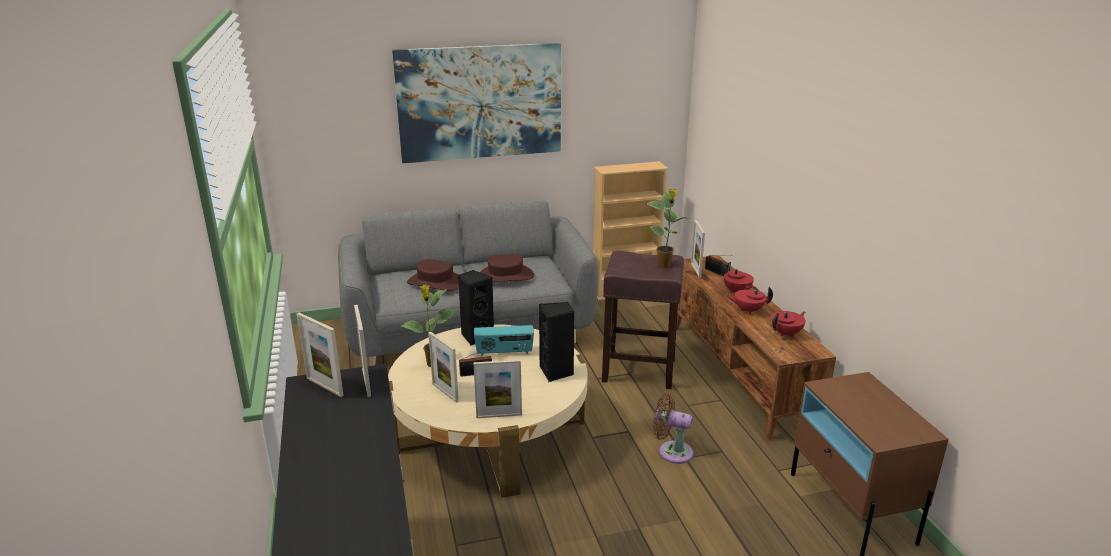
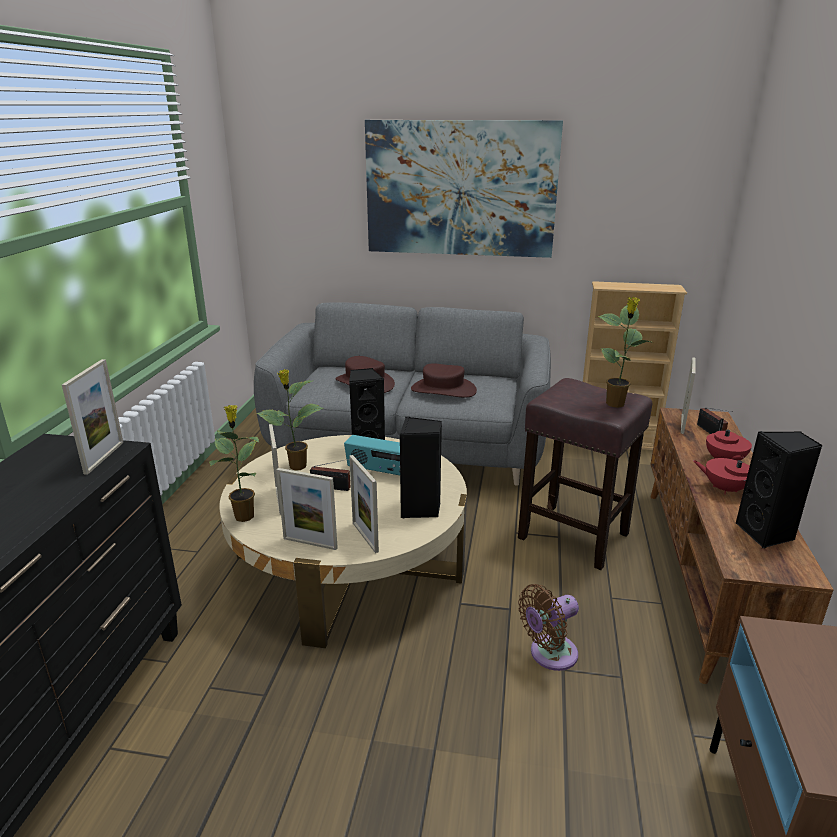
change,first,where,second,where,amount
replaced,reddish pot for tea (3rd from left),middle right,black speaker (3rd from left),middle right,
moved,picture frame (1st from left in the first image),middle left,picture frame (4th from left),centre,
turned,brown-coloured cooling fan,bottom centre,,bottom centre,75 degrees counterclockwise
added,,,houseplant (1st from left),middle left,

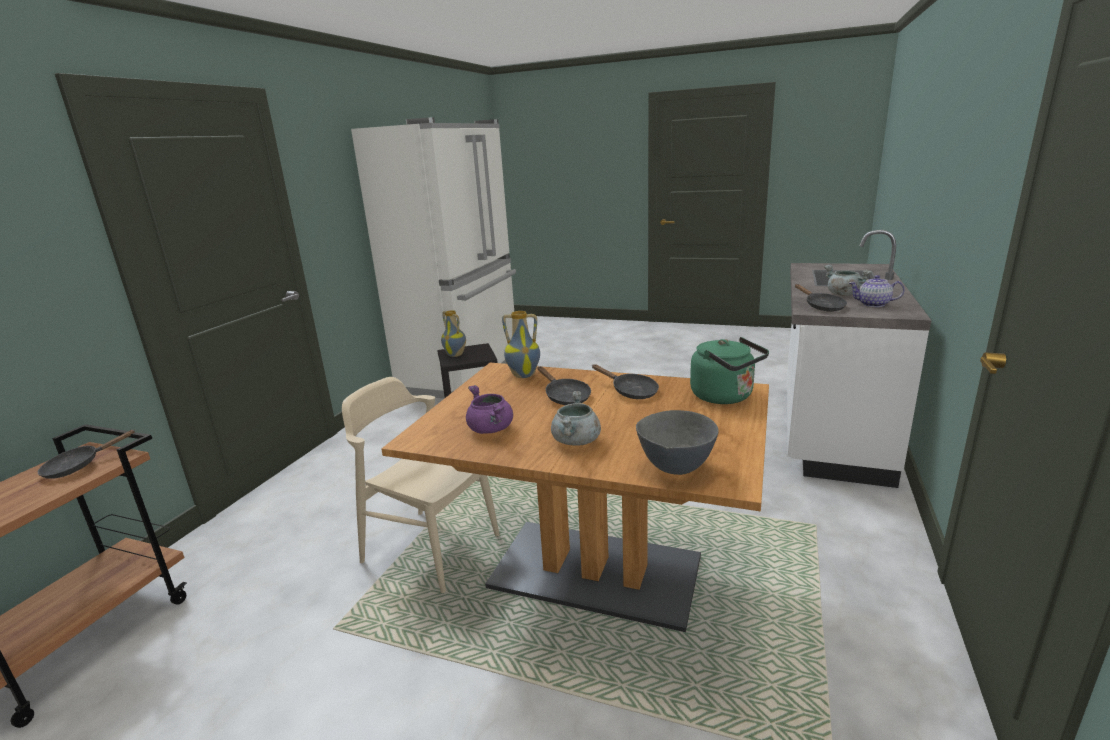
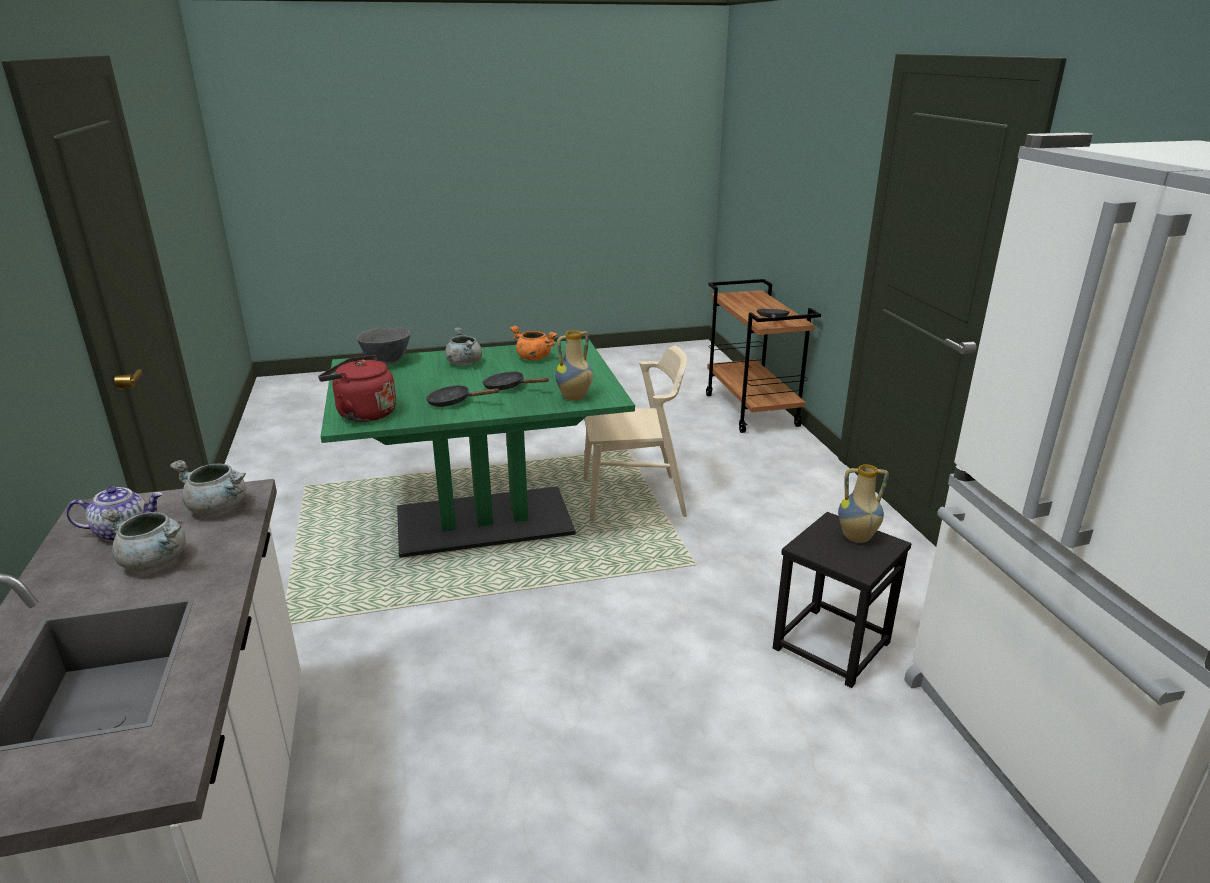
change,first,where,second,where,amount
replaced,black pan (4th from left),middle right,gray saucepot (2nd from left),middle left,
recoloured,green-coloured tea kettle,centre,reddish tea kettle,middle left,
recoloured,brown-coloured dining table,bottom centre,green-coloured dining table,centre,
recoloured,purple-coloured saucepot,centre,orangey saucepot,centre,

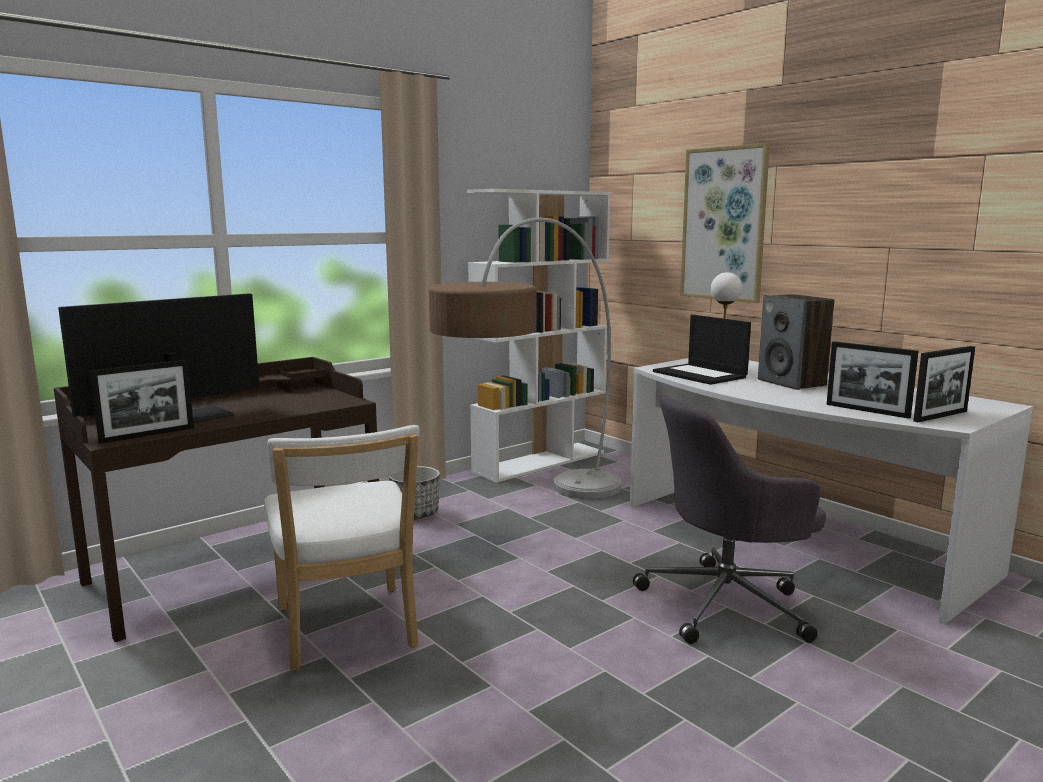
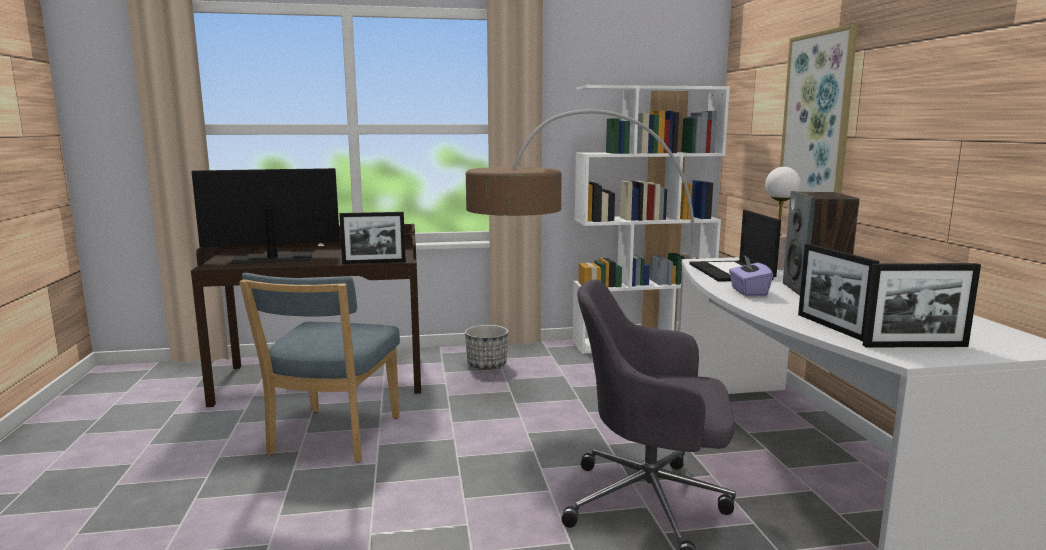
change,first,where,second,where,amount
moved,picture frame (1st from left),middle left,,centre,
recoloured,white plain chair,bottom left,bluish plain chair,bottom left,
added,,,purple-coloured box of tissues,middle right,

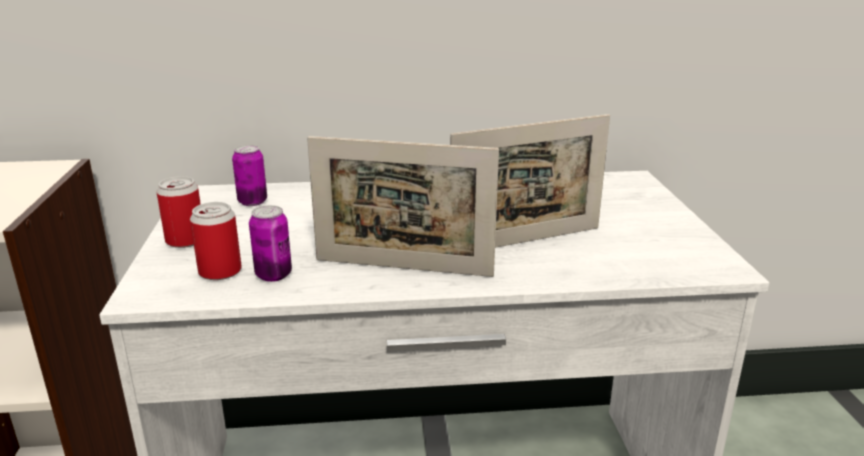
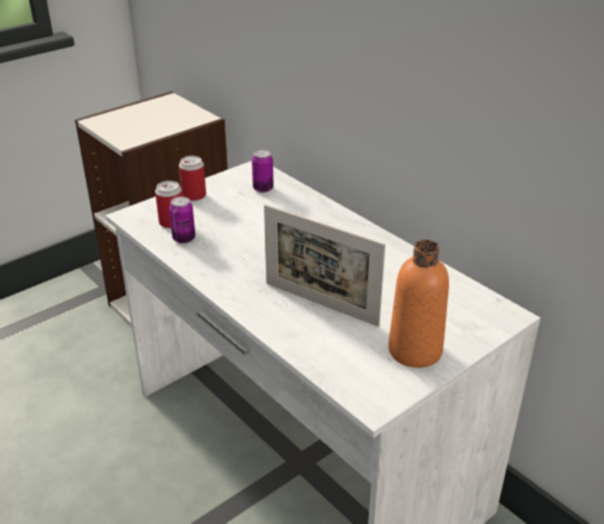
change,first,where,second,where,amount
removed,picture frame (1st from left),centre,,,
added,,,orangey drink bottle,middle right,

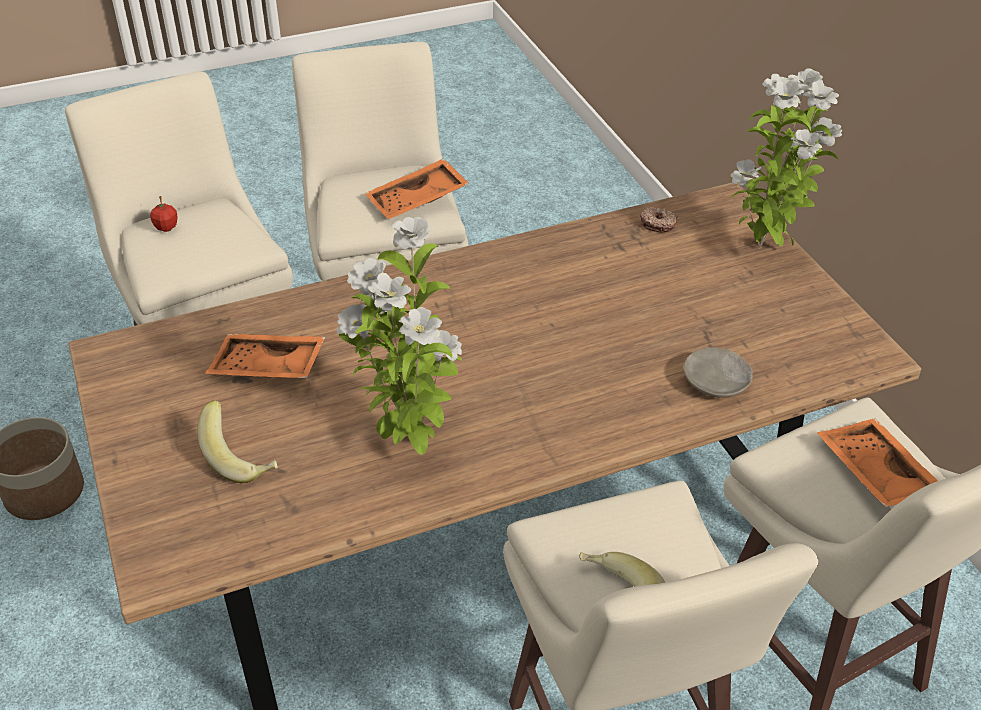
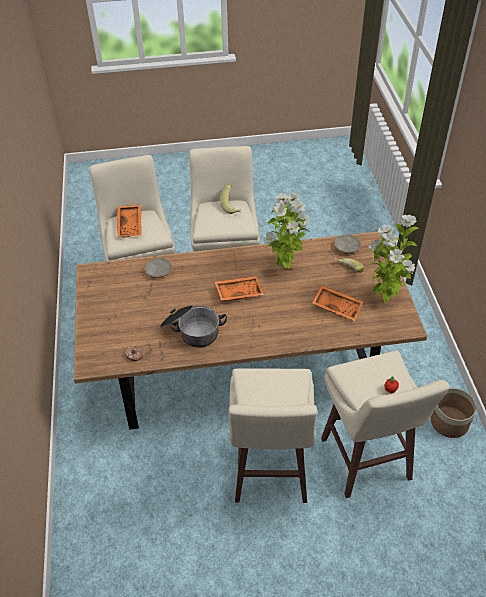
change,first,where,second,where,amount
moved,houseplant (2nd from left),top right,,middle right,
moved,orangey tray (2nd from left),top centre,,centre,
added,,,beige dinner plate (2nd from left),middle right,
added,,,saucepot,centre,

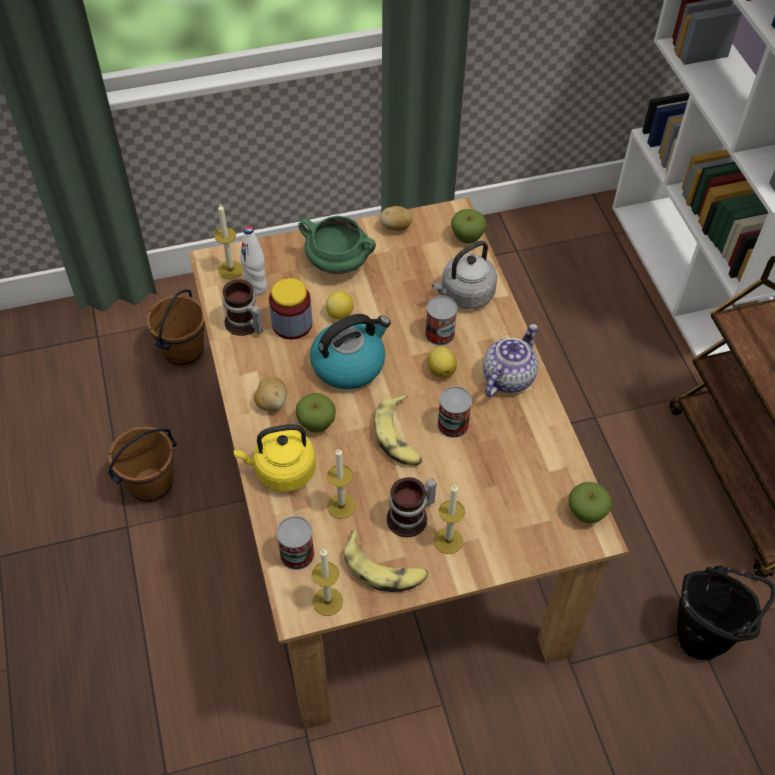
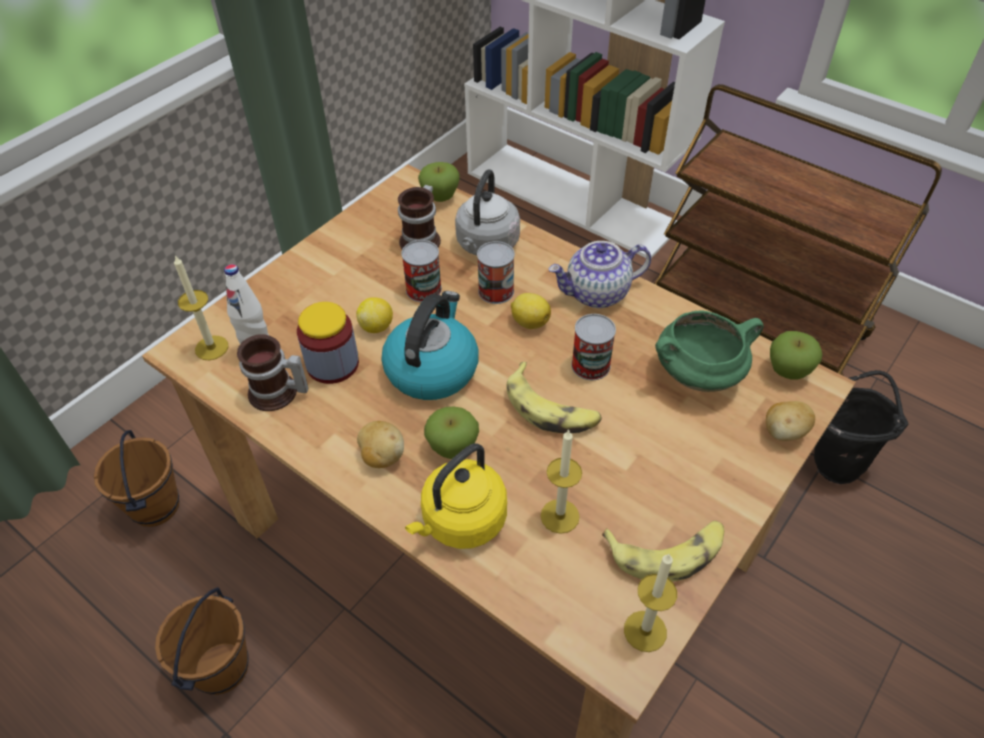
change,first,where,second,where,amount
moved,whole potato (2nd from left),top centre,,middle right,
moved,green-coloured saucepot,top centre,,middle right,
turned,pot for tea,centre,,centre,105 degrees counterclockwise
moved,tea mug (2nd from left),centre,,top centre,
removed,wax candle (4th from left),bottom centre,,,
moved,metal can (1st from left),bottom centre,,centre,

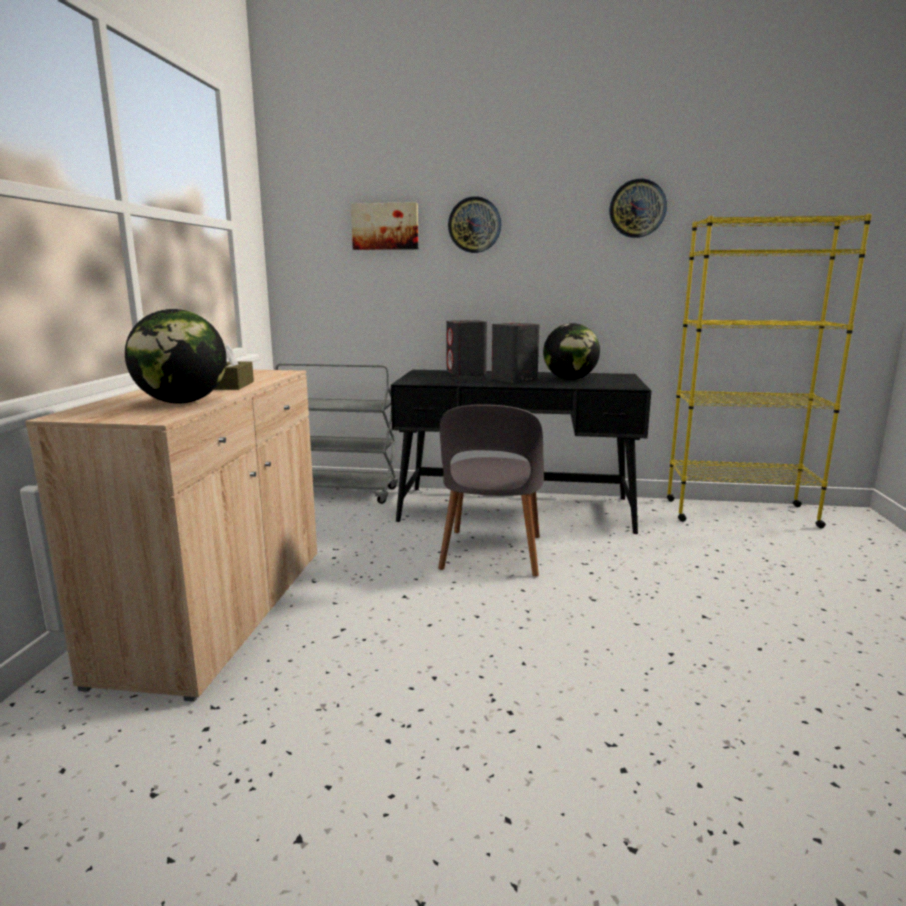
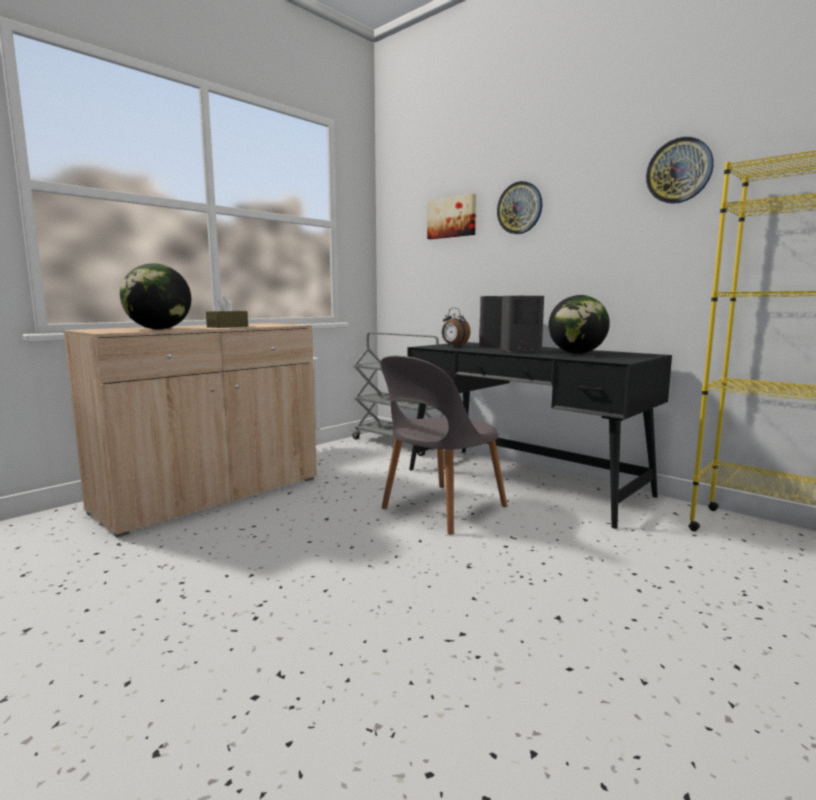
change,first,where,second,where,amount
added,,,alarm clock,centre,

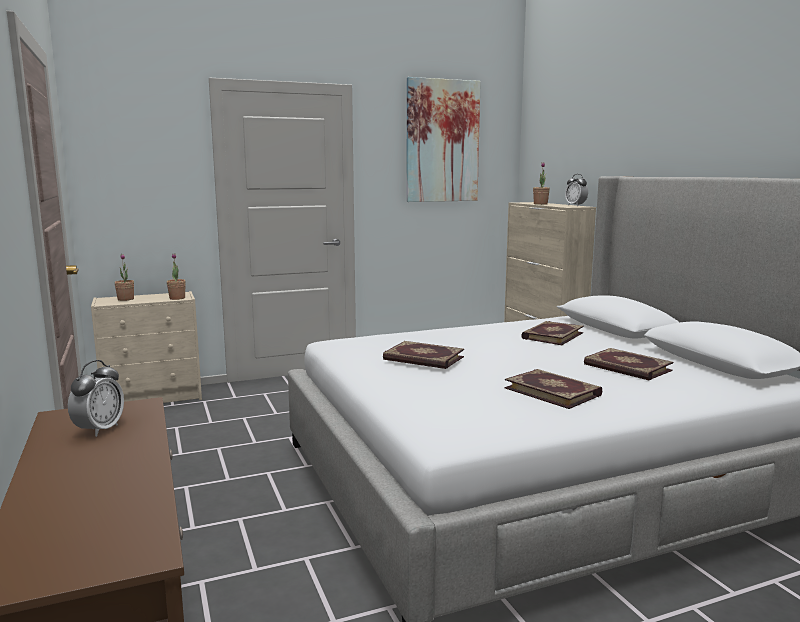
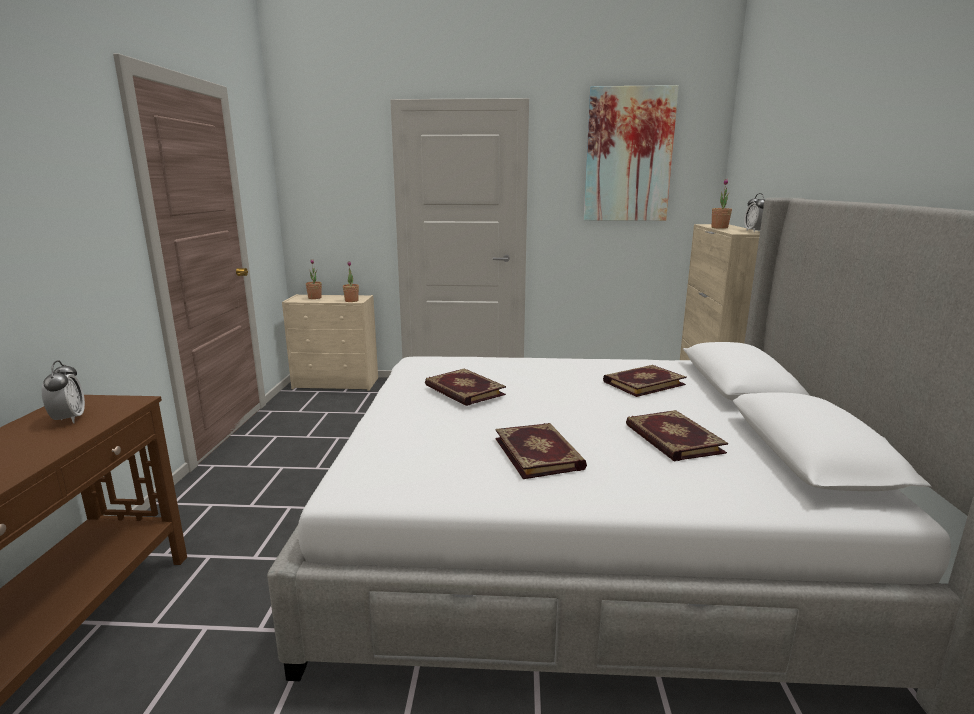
change,first,where,second,where,amount
turned,alarm clock (1st from left),middle left,,middle left,60 degrees counterclockwise

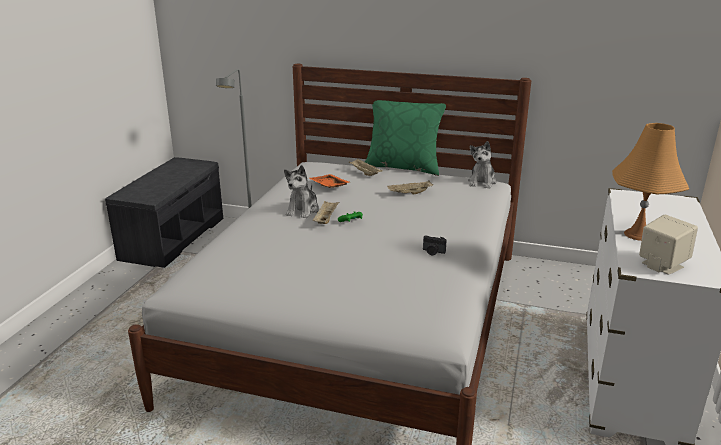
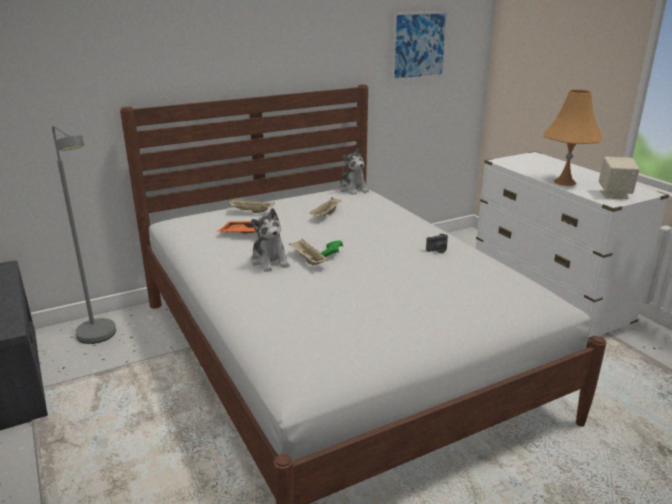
change,first,where,second,where,amount
removed,green-coloured pillow,top centre,,,
added,,,wall art,top centre,

